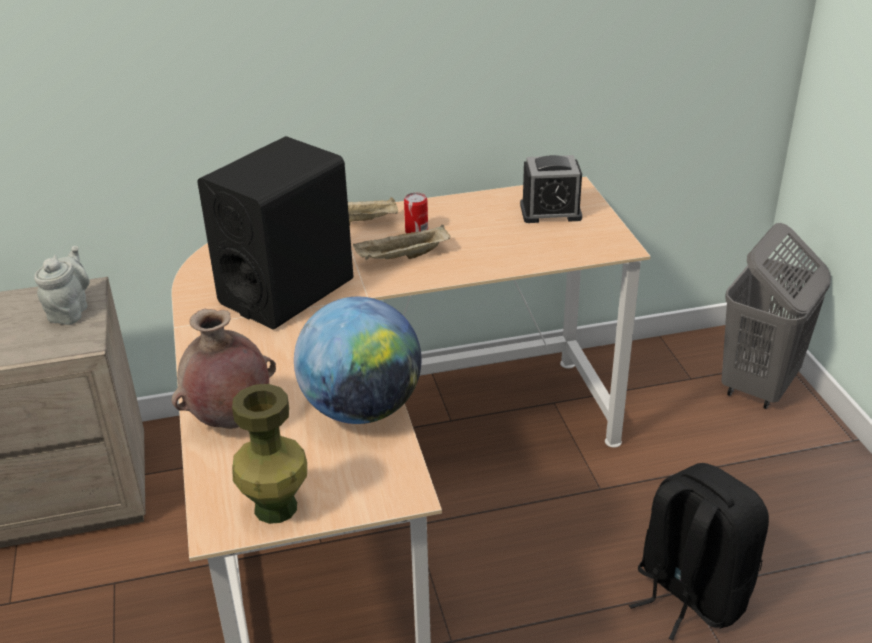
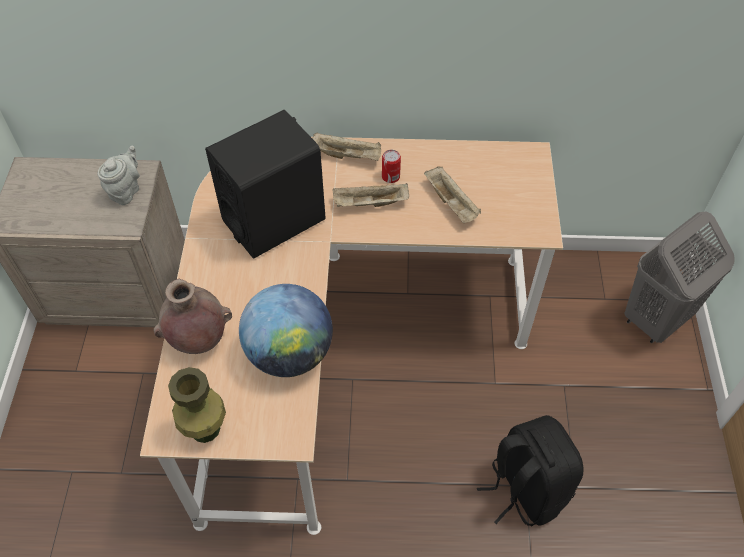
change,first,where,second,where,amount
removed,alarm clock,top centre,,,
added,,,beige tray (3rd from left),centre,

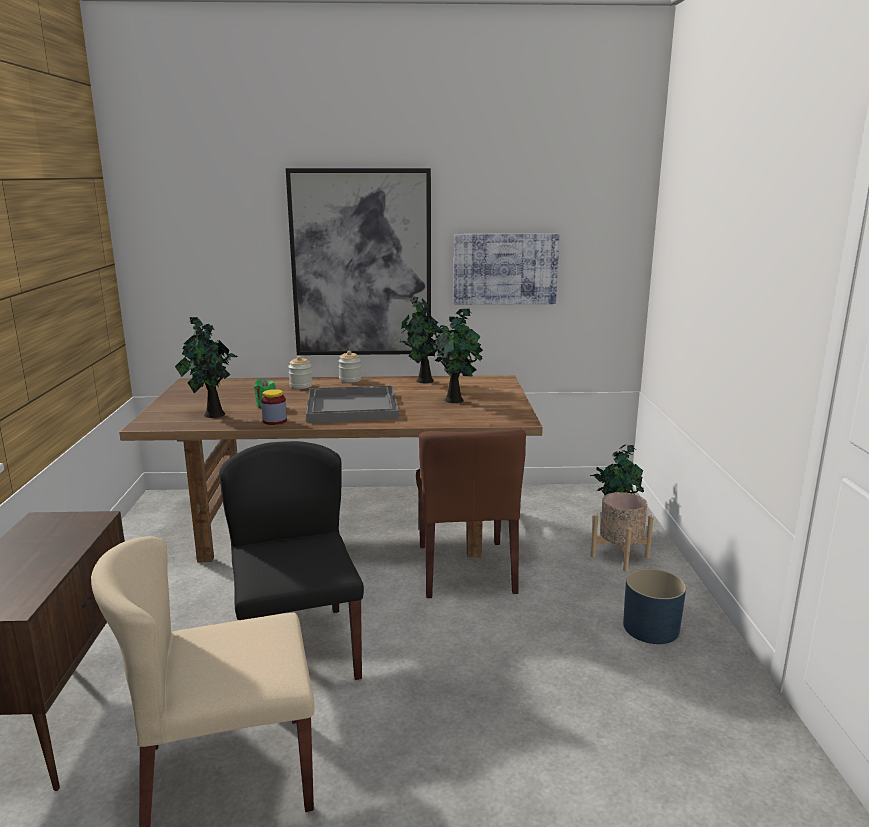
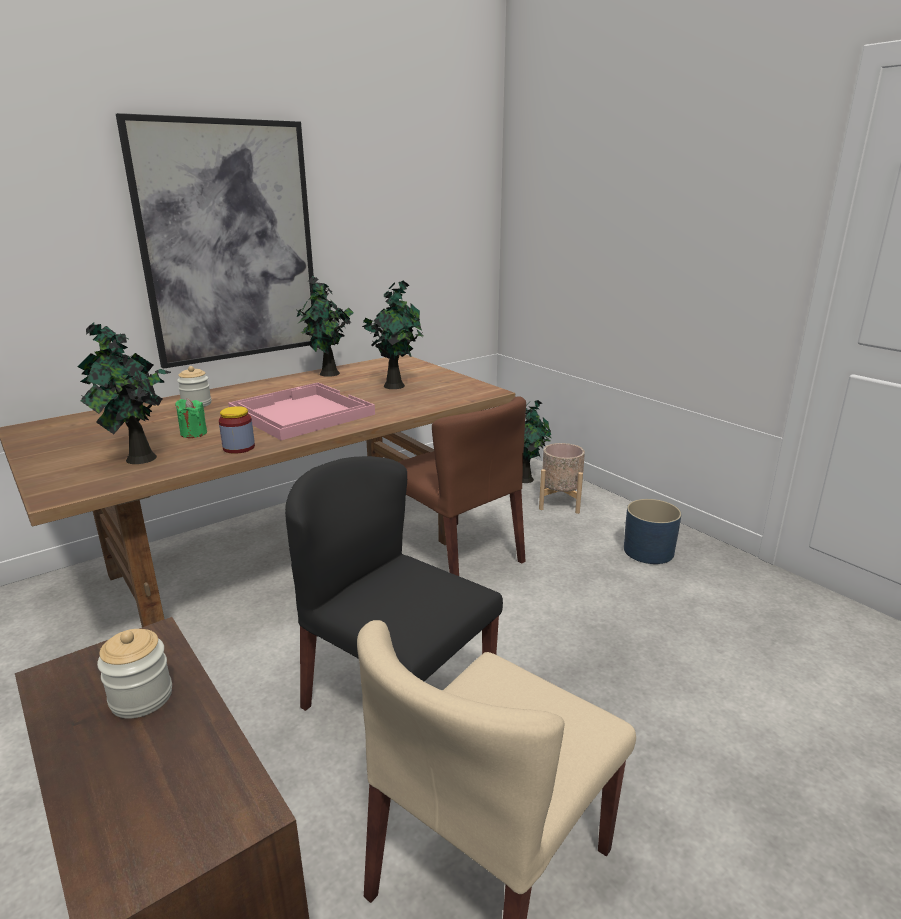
change,first,where,second,where,amount
removed,wall art (2nd from left),top centre,,,
moved,storage jar (3rd from left in the first image),centre,storage jar (1st from left),bottom left,
recoloured,gray tray,centre,pink-coloured tray,centre,

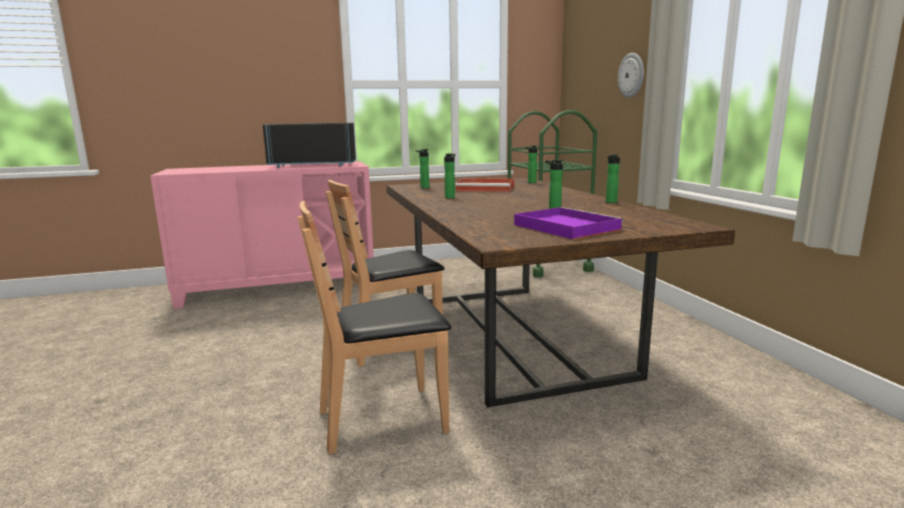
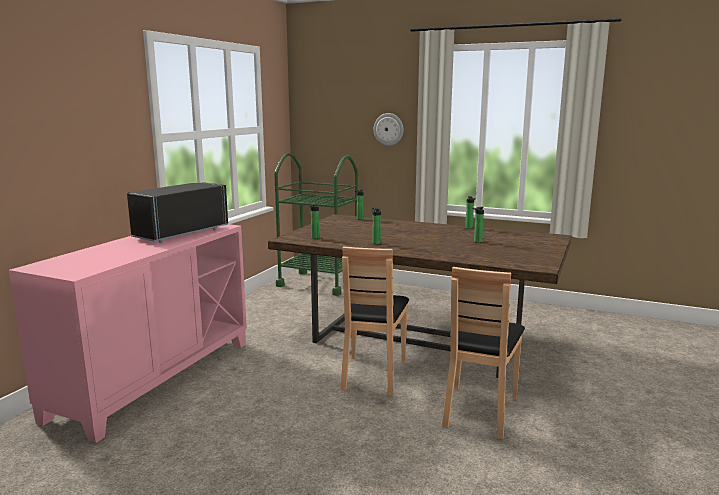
change,first,where,second,where,amount
removed,reddish tray,centre,,,
removed,purple-coloured tray,centre,,,

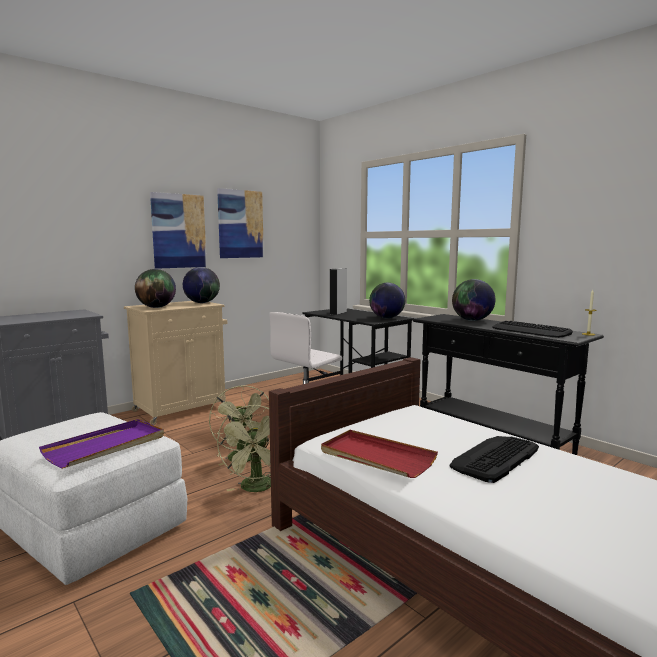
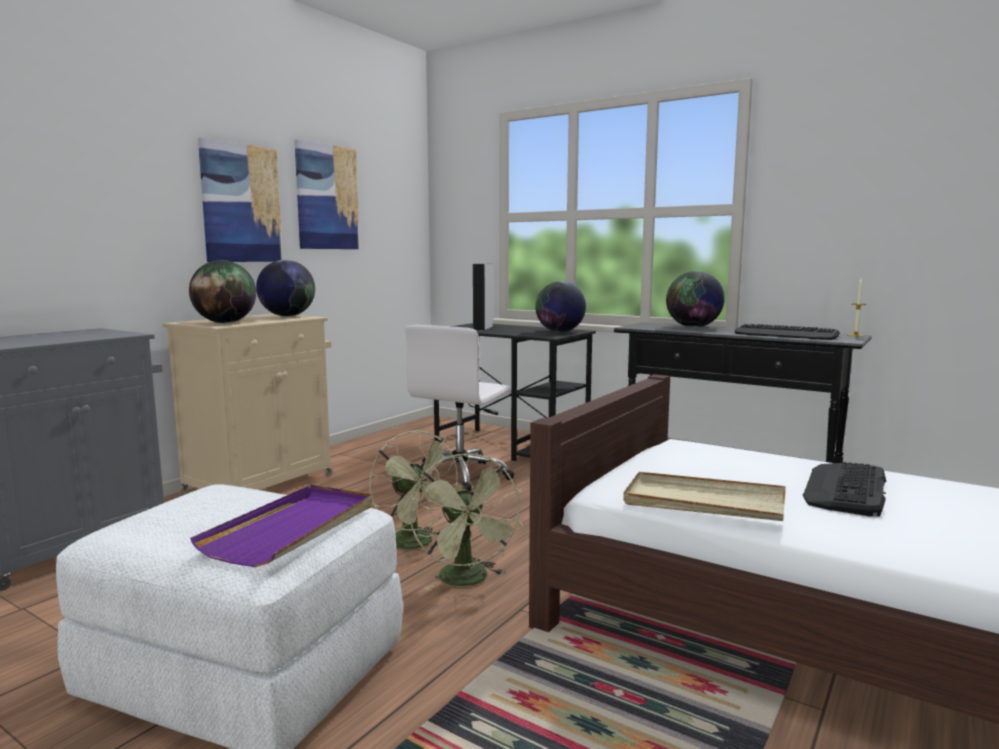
change,first,where,second,where,amount
recoloured,reddish tray,bottom centre,beige tray,middle right,

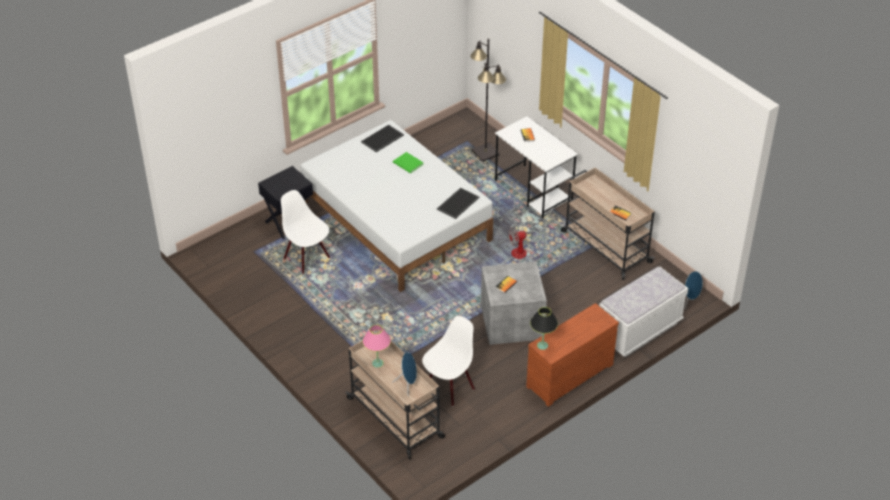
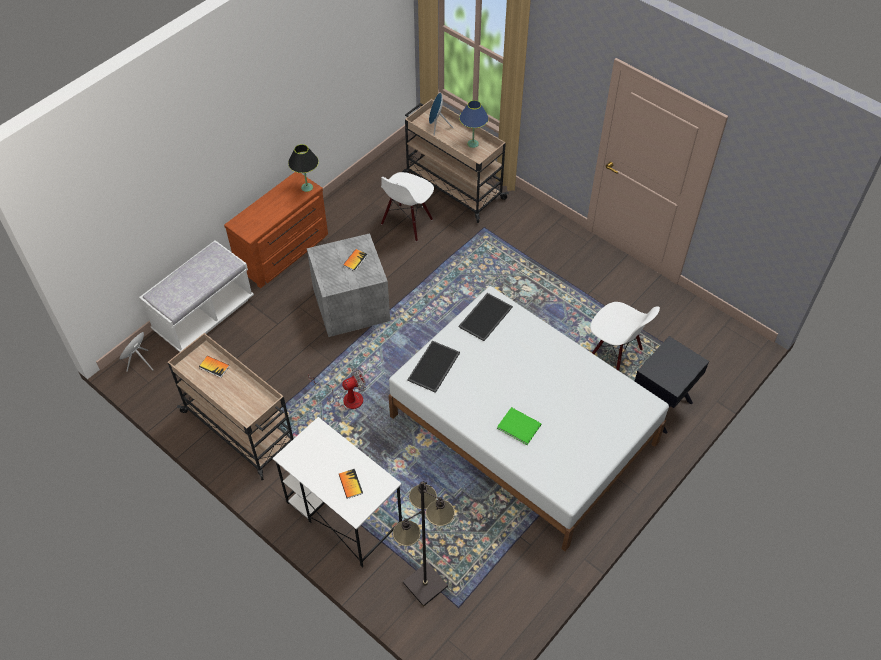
change,first,where,second,where,amount
moved,tray (1st from left in the first image),top centre,tray (2nd from left),centre,
recoloured,pink-coloured lamp for a table,bottom centre,bluish lamp for a table,top centre,

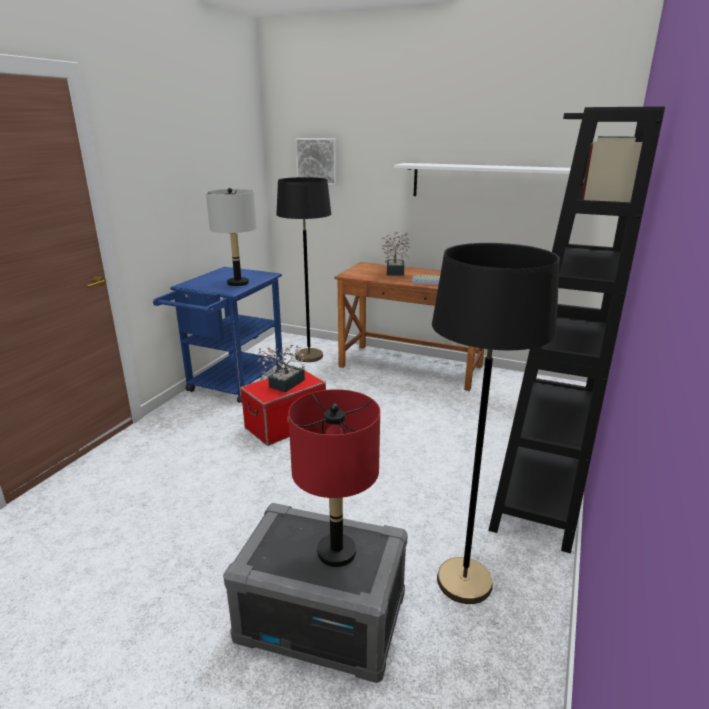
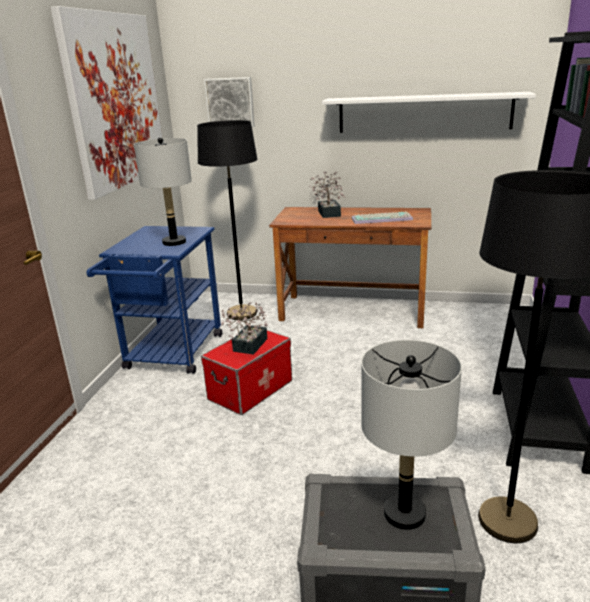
change,first,where,second,where,amount
recoloured,reddish lamp for a table,bottom centre,gray lamp for a table (2nd from left),bottom right,
added,,,wall art (1st from left),top left,

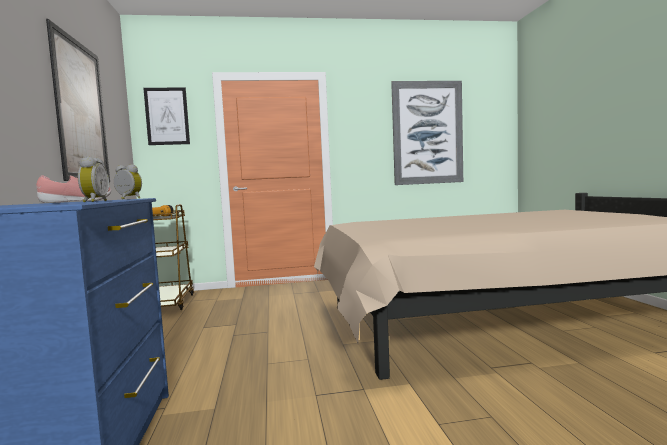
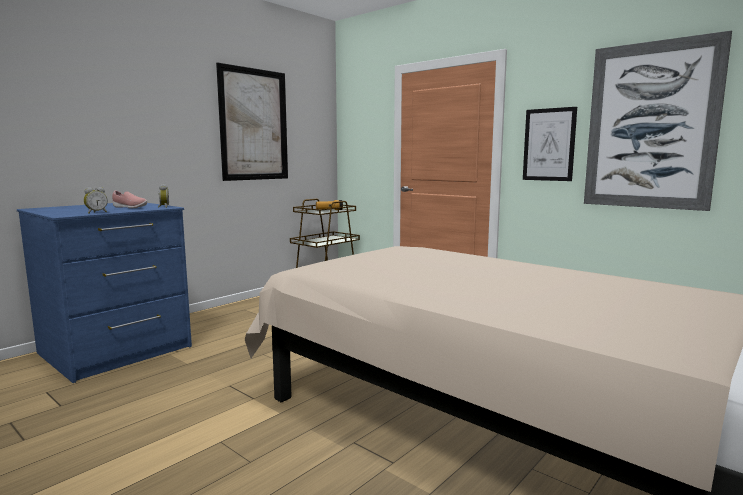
change,first,where,second,where,amount
moved,wall art (2nd from left),top left,,top right,

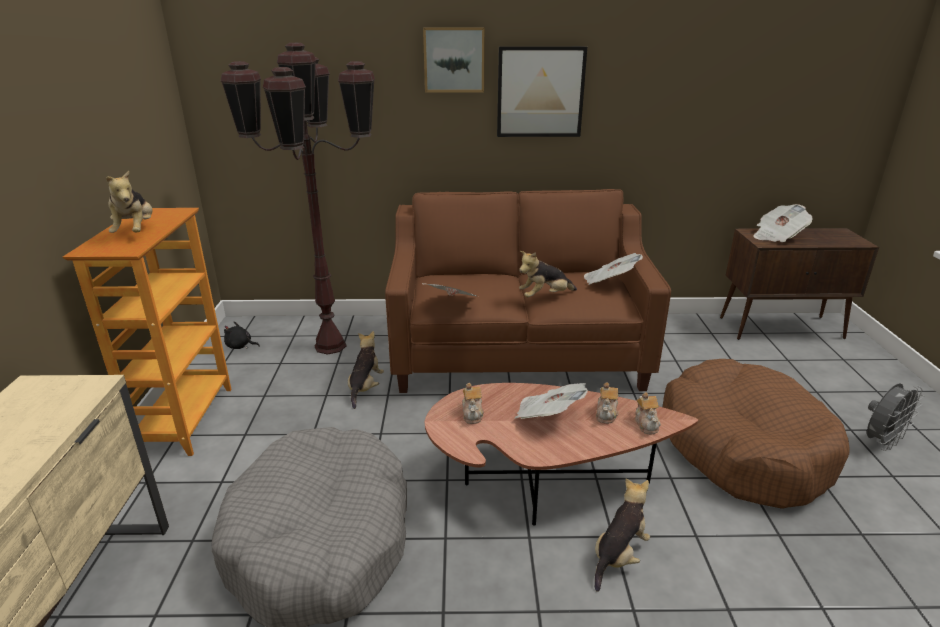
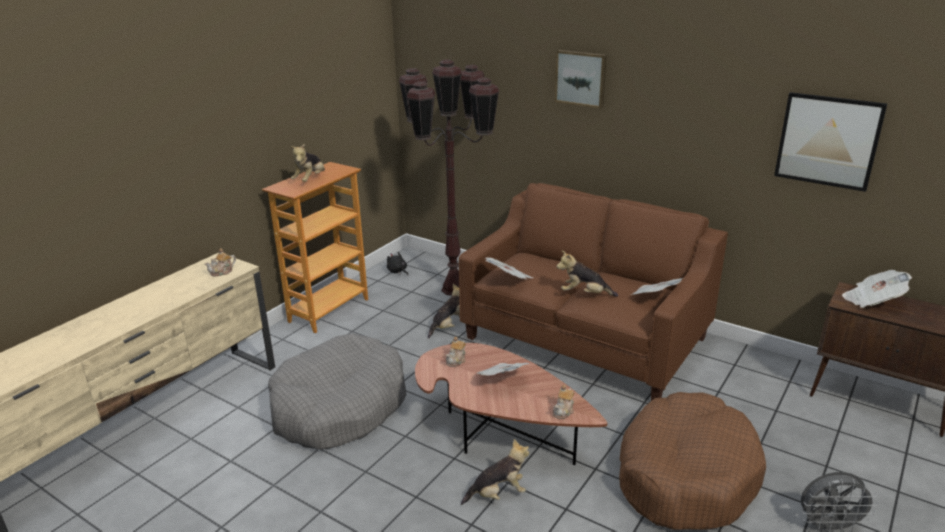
change,first,where,second,where,amount
moved,wall art (2nd from left),top centre,,top right,
moved,pot for tea (2nd from left in the first image),centre,pot for tea (1st from left),middle left,

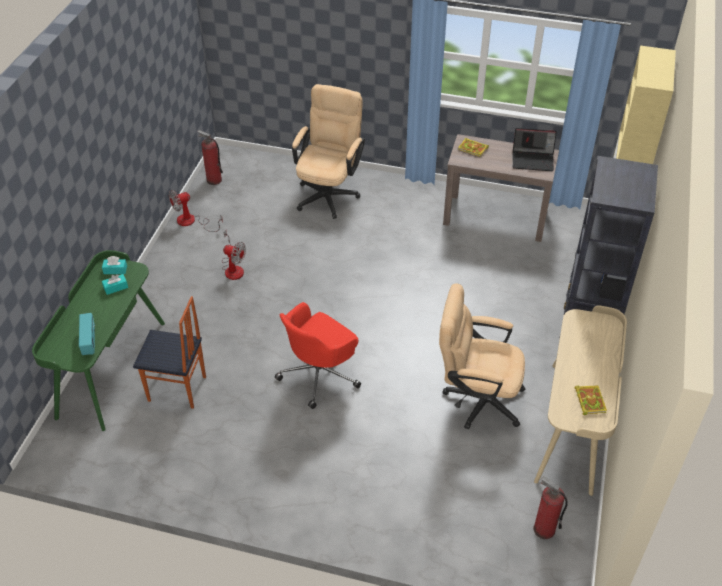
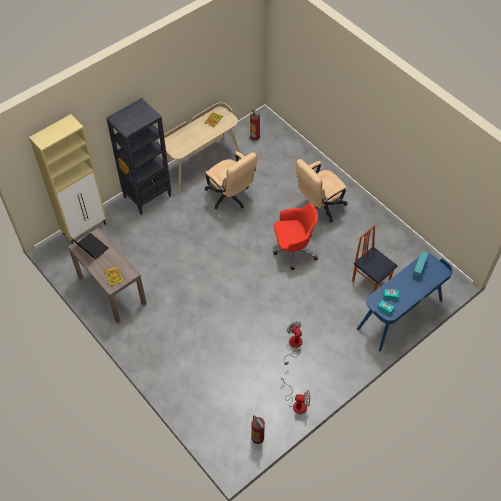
change,first,where,second,where,amount
moved,beige computer chair (1st from left in the first image),top centre,beige computer chair (2nd from left),centre,
recoloured,green-coloured desk,middle left,bluish desk,middle right,

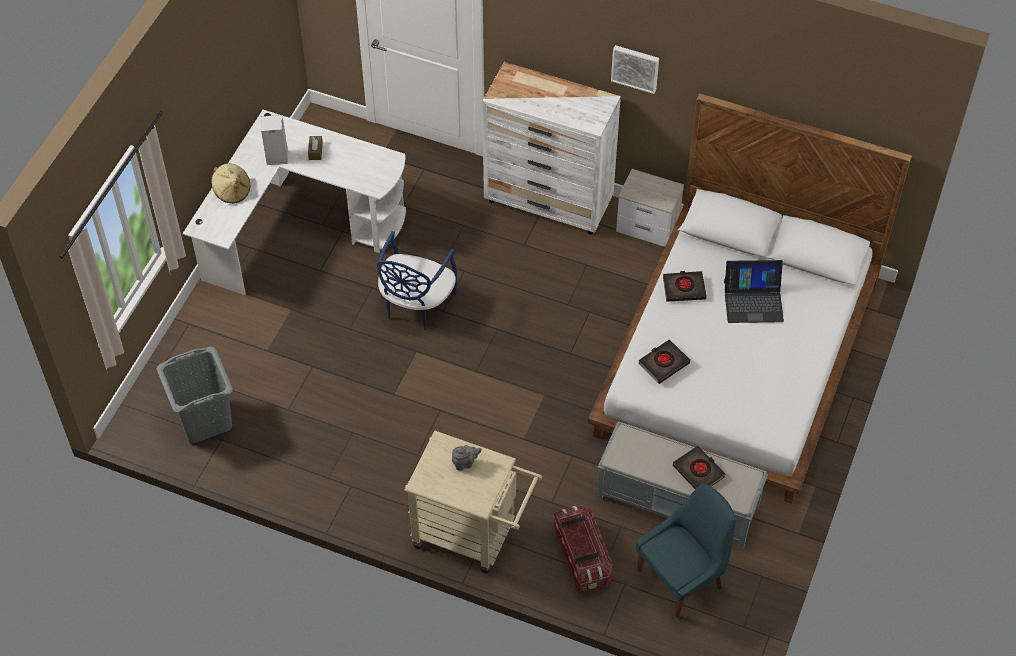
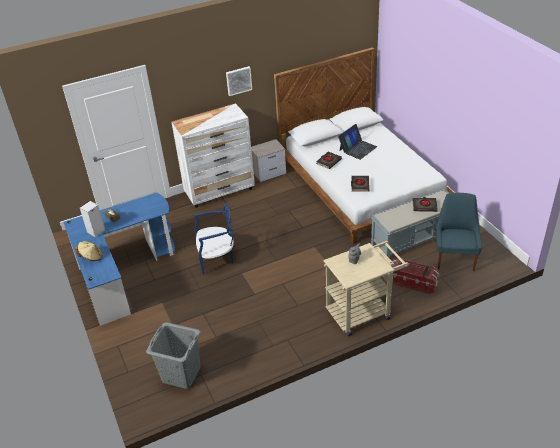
change,first,where,second,where,amount
recoloured,white desk,top left,bluish desk,middle left,
turned,bluish plain chair (1st from left),centre,,centre,75 degrees counterclockwise

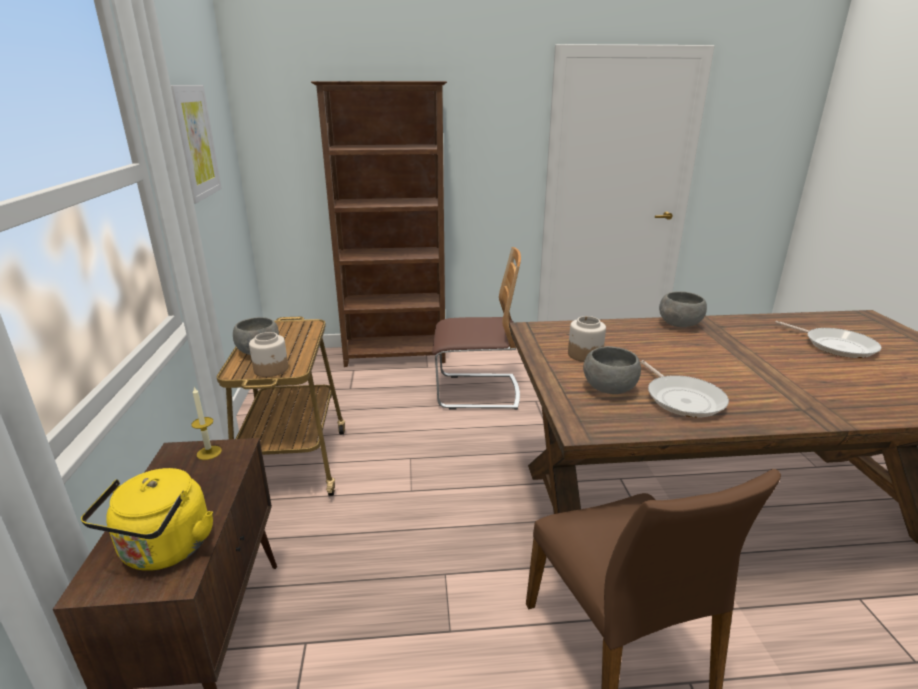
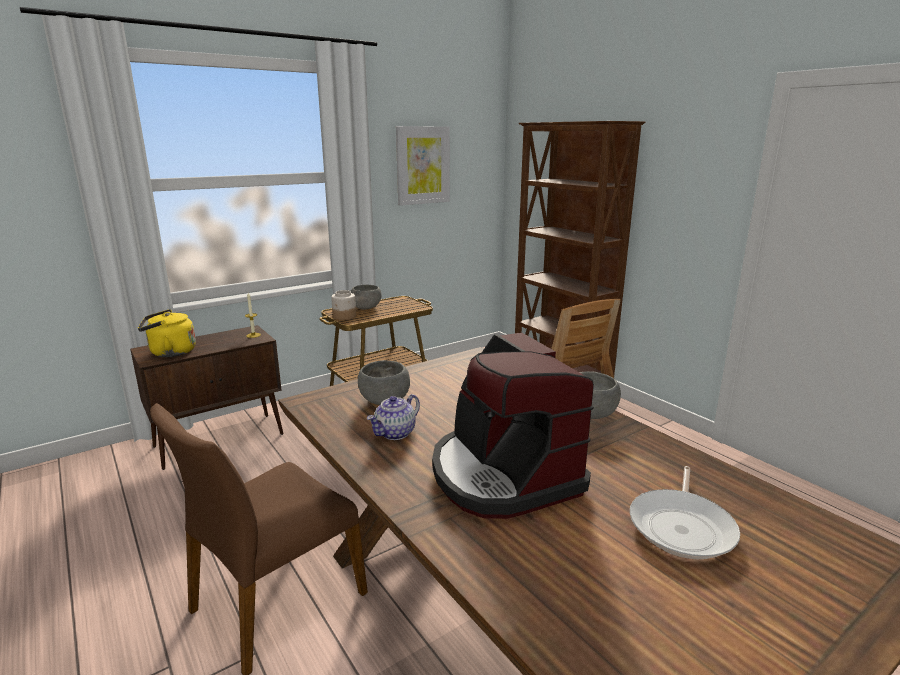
change,first,where,second,where,amount
removed,storage jar (2nd from left),centre,,,
replaced,pan (1st from left),middle right,pot for tea,centre,
added,,,coffee machine,centre,

